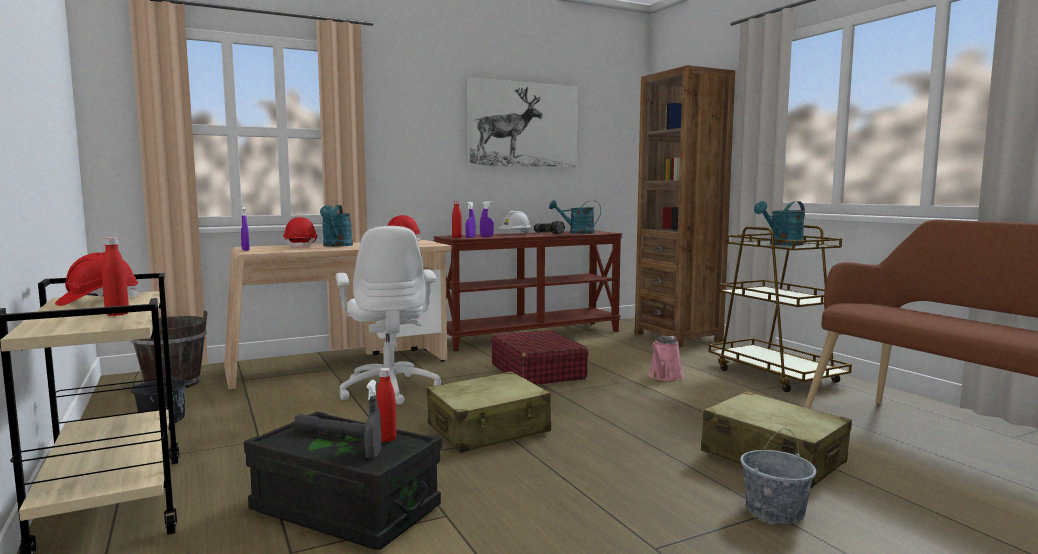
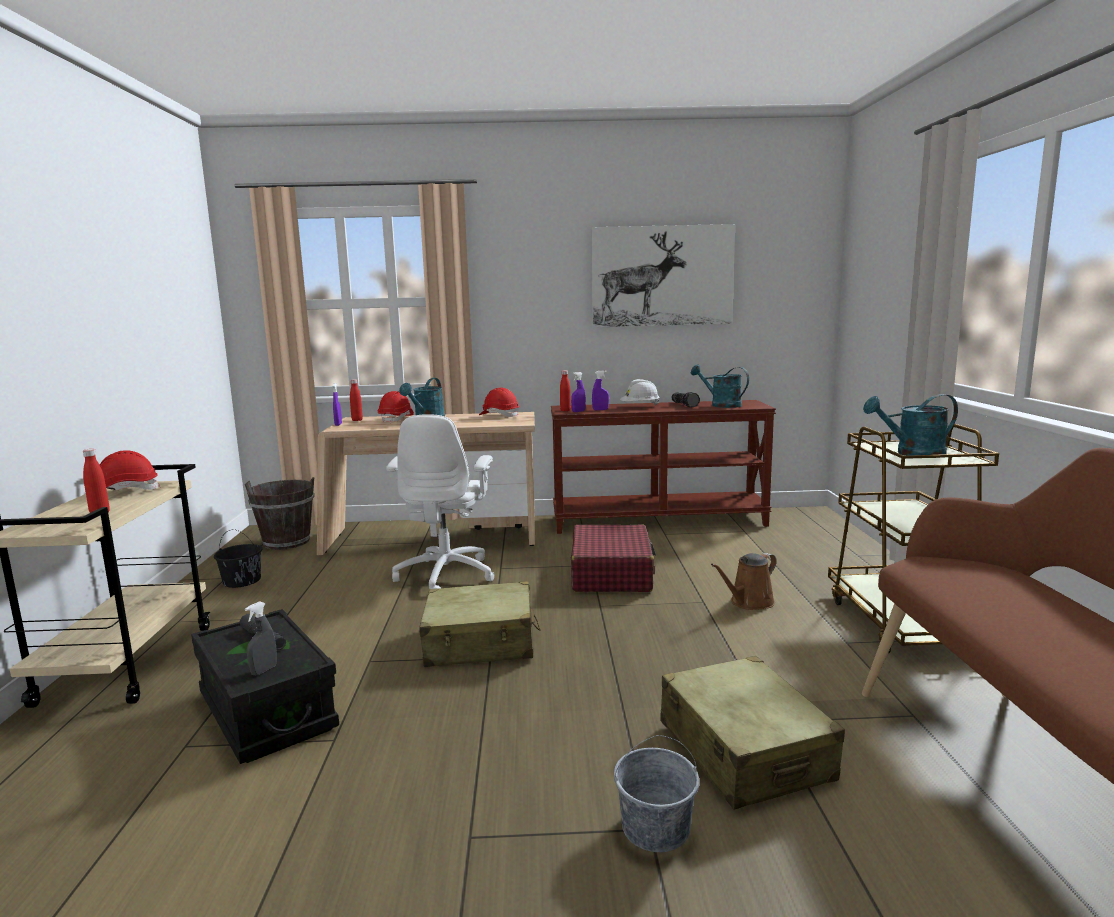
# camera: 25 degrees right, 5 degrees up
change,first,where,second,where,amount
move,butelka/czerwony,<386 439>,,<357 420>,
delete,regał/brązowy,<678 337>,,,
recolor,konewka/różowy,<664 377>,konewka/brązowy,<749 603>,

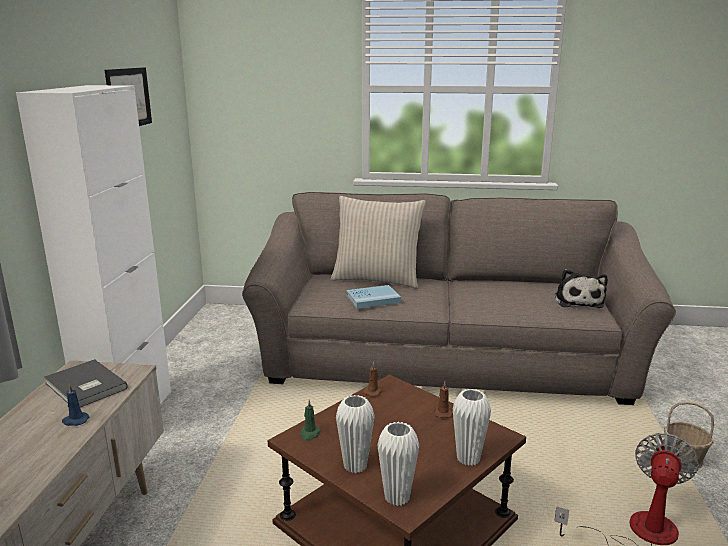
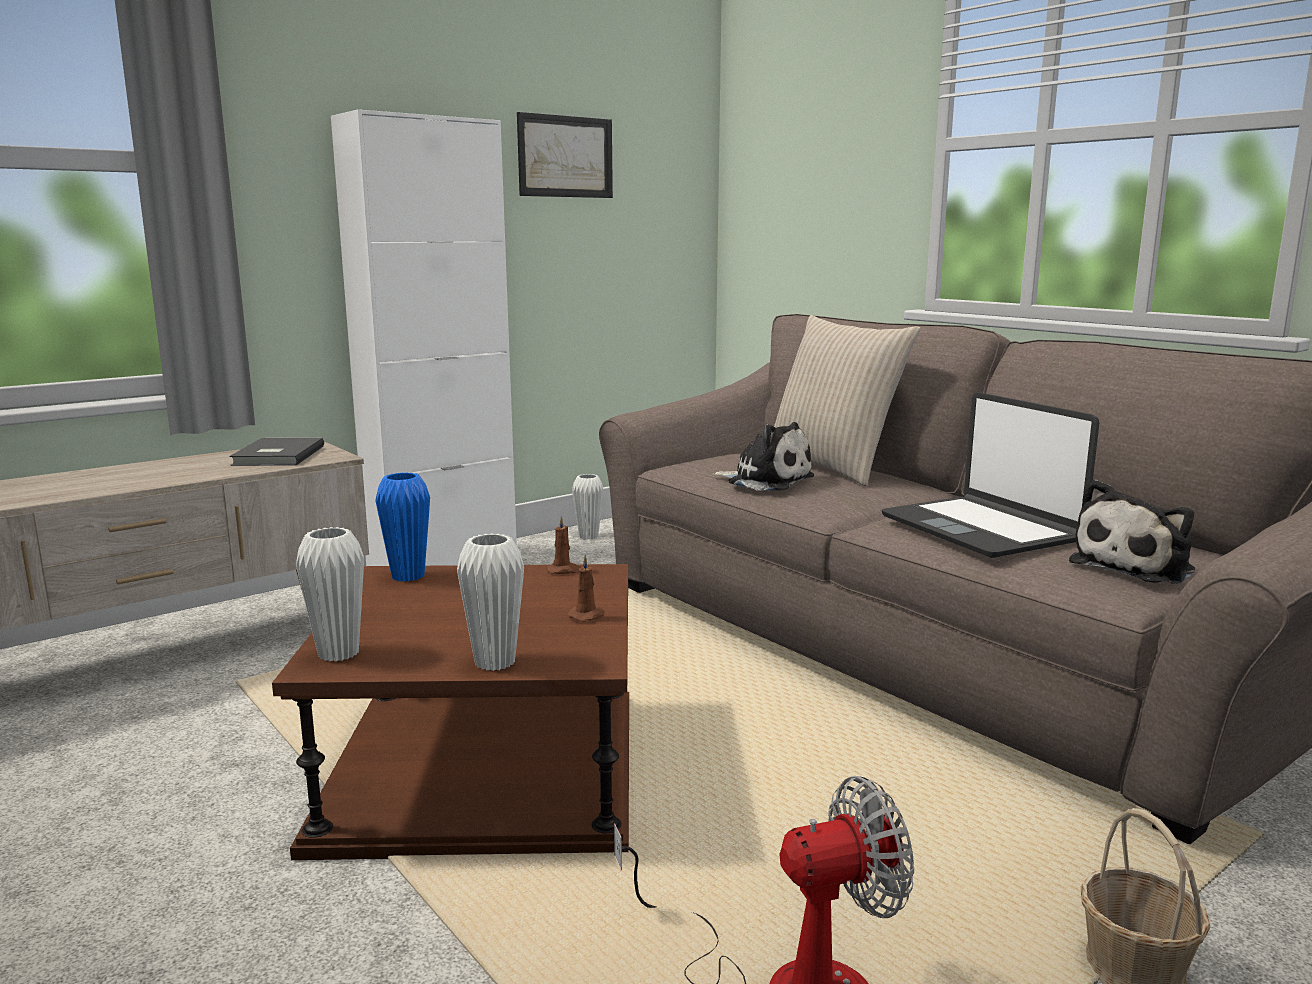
# camera: 45 degrees right, 5 degrees down
change,first,where,second,where,amount
delete,świeca/niebieski,<75 421>,,,
replace,świeca/zielony,<310 434>,wazon/niebieski,<408 576>,
move,wazon/biały,<355 466>,,<588 536>,
replace,książka/niebieski,<373 299>,pluszak,<766 480>,
insert,,,laptop,<981 529>,

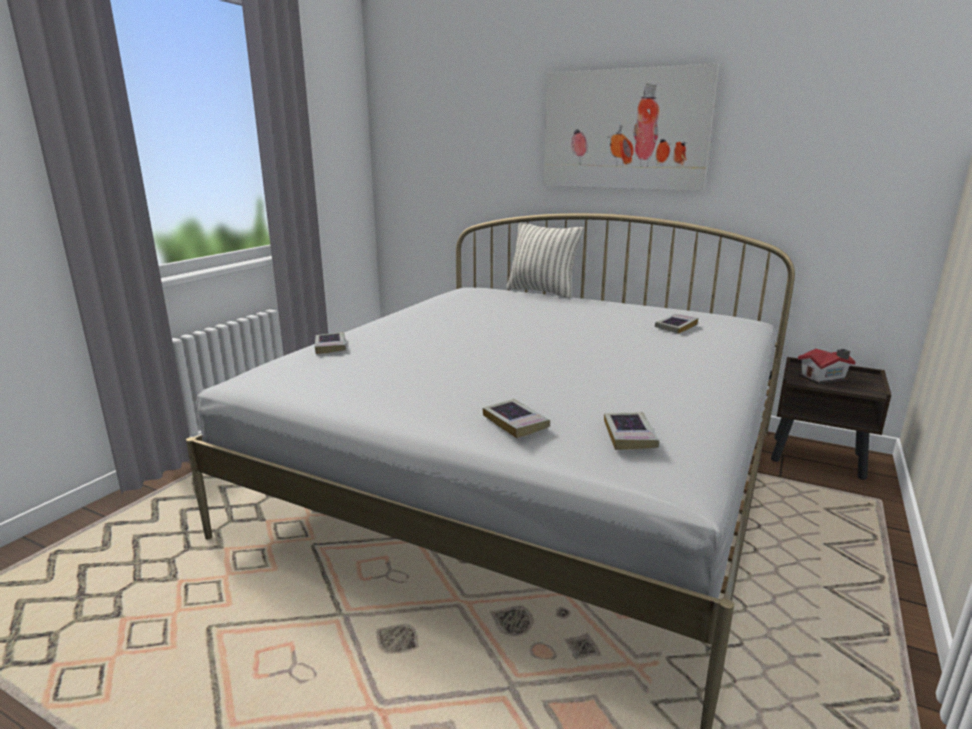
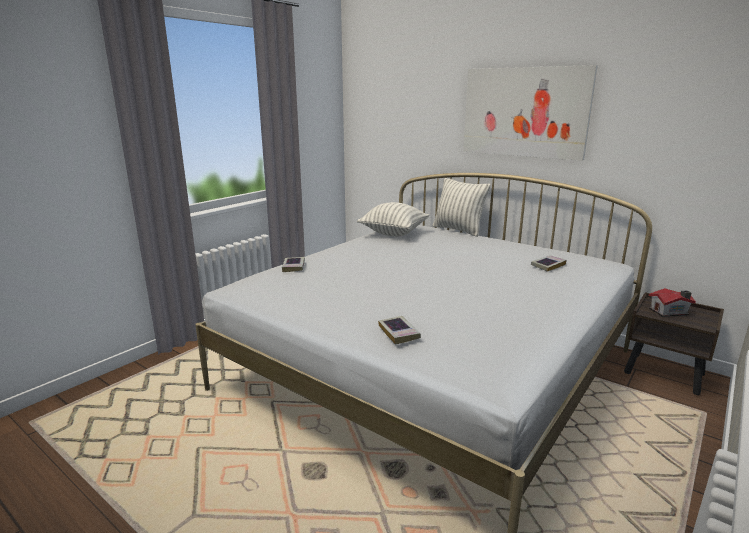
# camera: 10 degrees right, 0 degrees up
change,first,where,second,where,amount
delete,książka,<629 435>,,,
insert,,,poduszka,<394 233>,

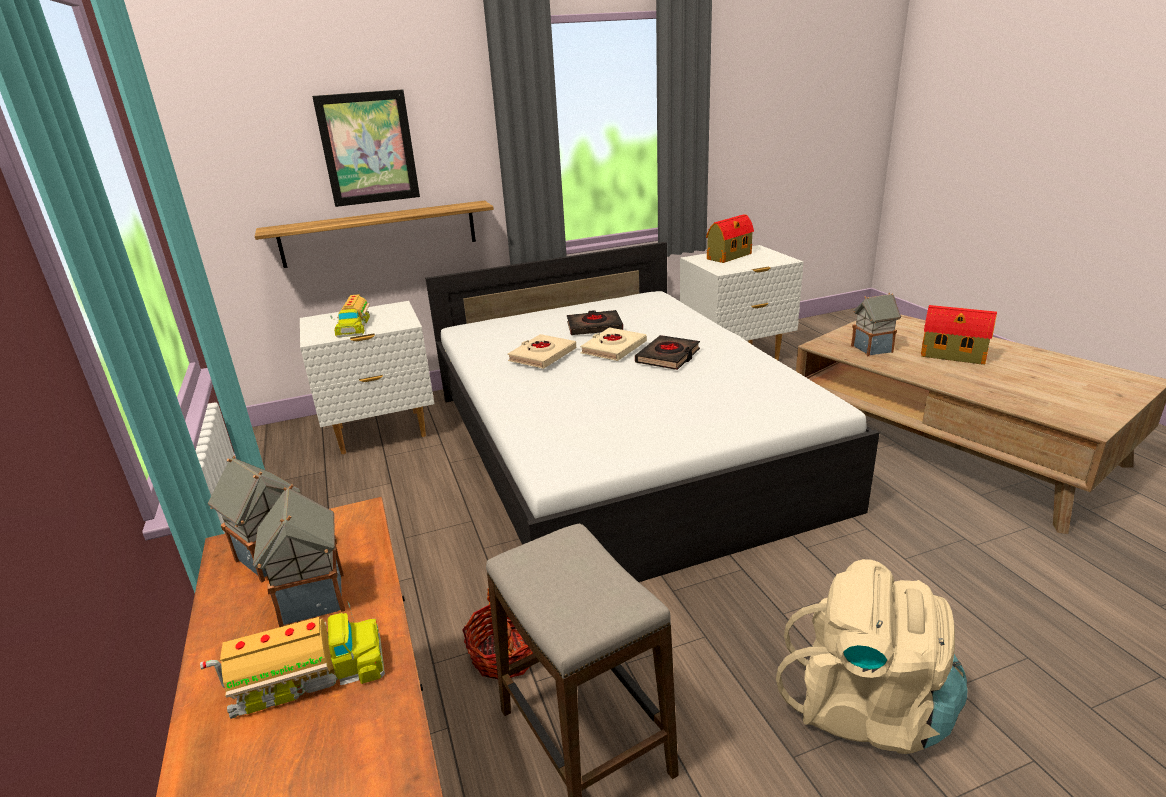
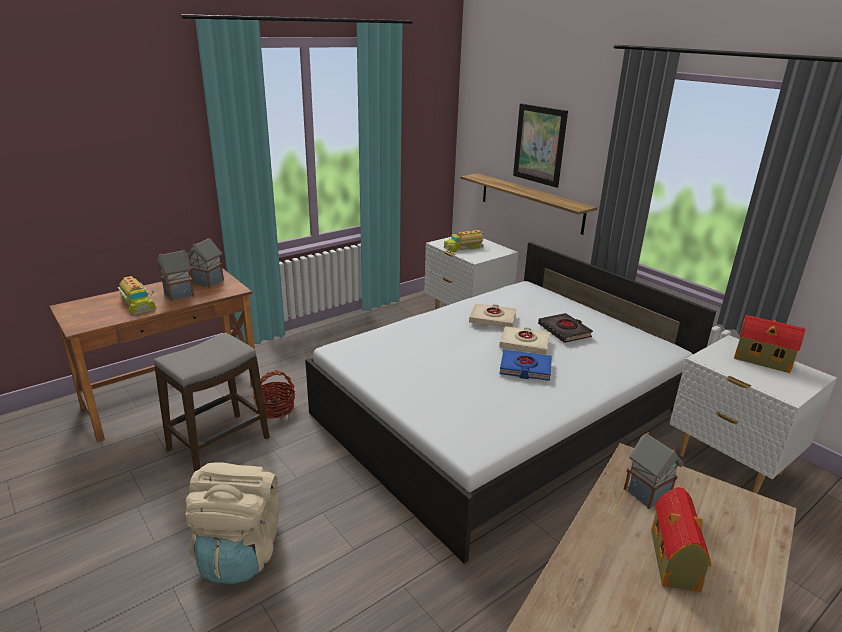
# camera: 70 degrees right, 0 degrees up
change,first,where,second,where,amount
recolor,książka/czarny,<668 357>,książka/niebieski,<525 368>,

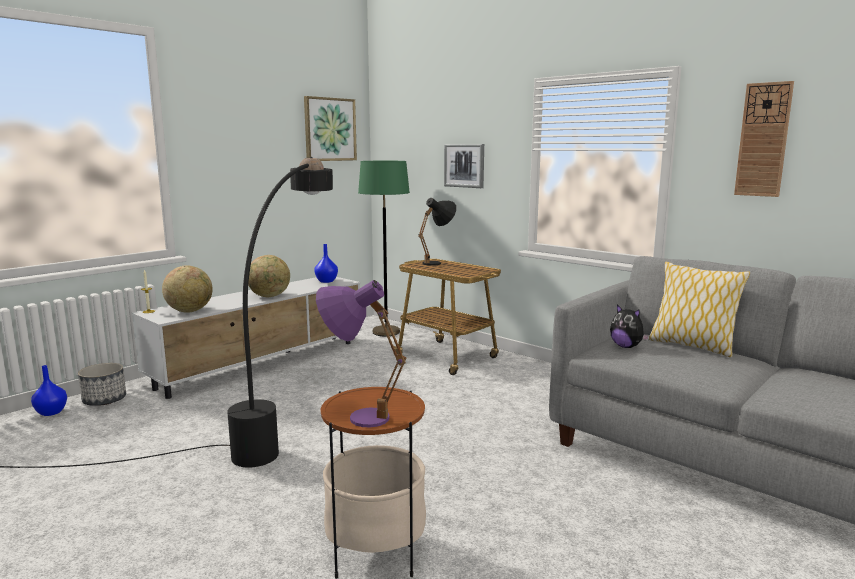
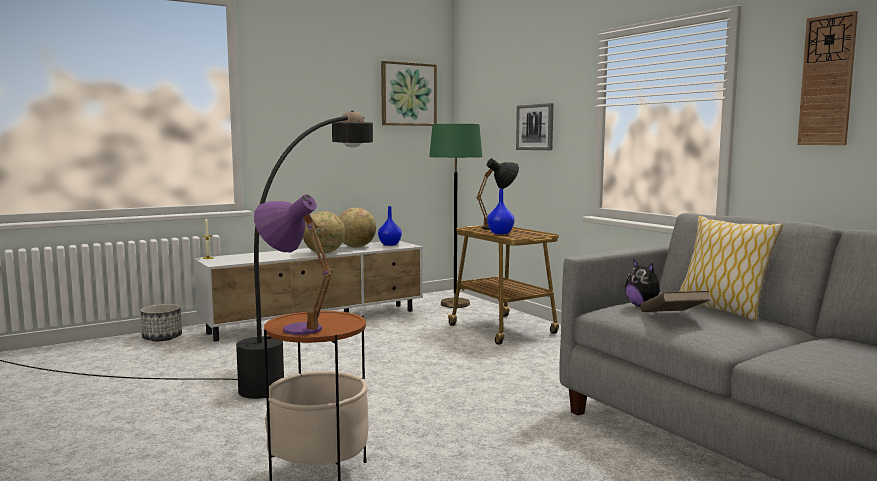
# camera: 15 degrees right, 5 degrees down
change,first,where,second,where,amount
move,wazon/niebieski,<51 412>,,<500 233>,
move,globus,<189 311>,,<356 247>,
insert,,,książka/brązowy,<672 317>,

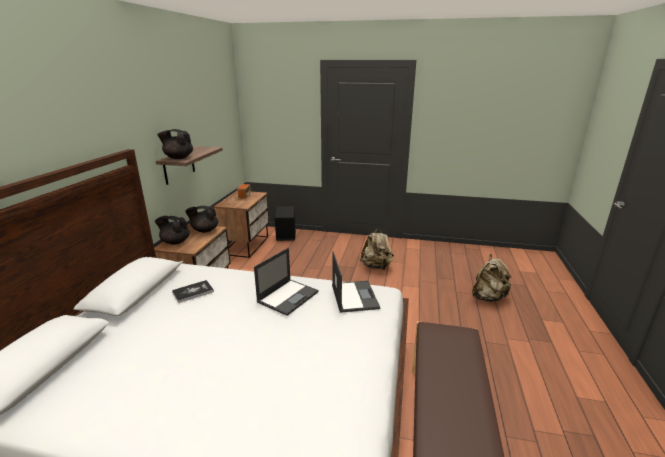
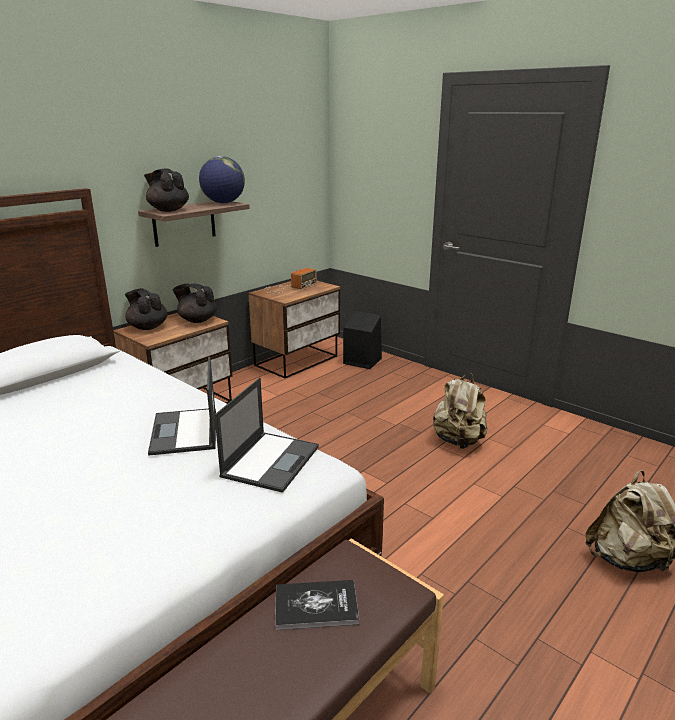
# camera: 30 degrees right, 0 degrees up
change,first,where,second,where,amount
move,książka,<193 292>,,<316 606>,
rotate,laptop,<288 296>,,<185 432>,105 degrees clockwise
insert,,,globus,<223 203>,

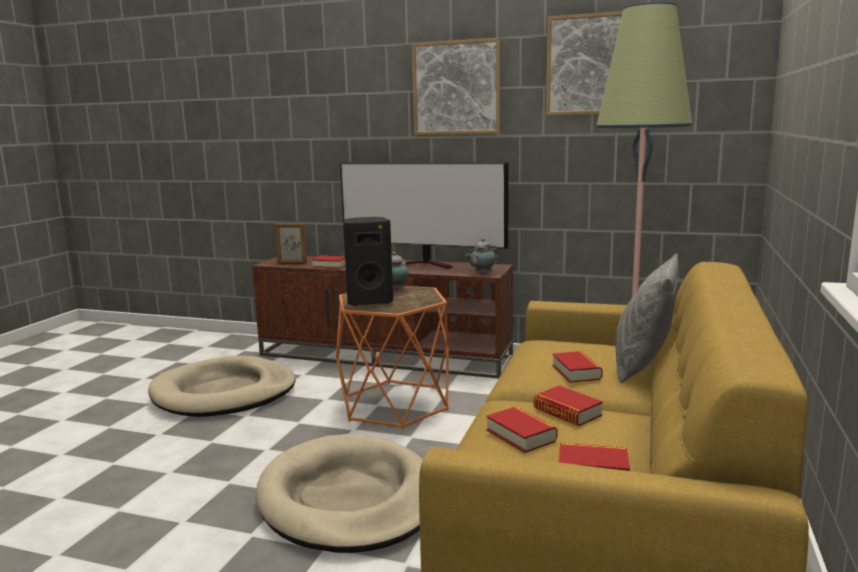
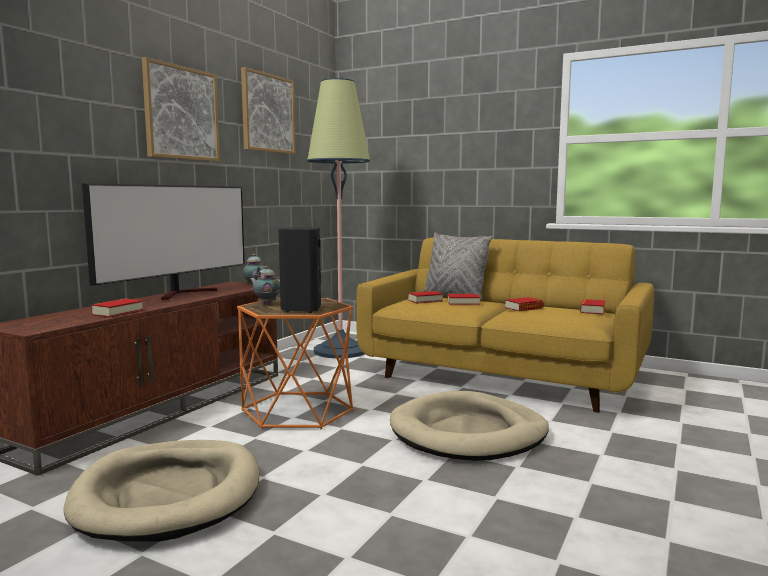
# camera: 80 degrees left, 5 degrees down
change,first,where,second,where,amount
delete,ramka na zdjęcie,<292 263>,,,
move,książka,<521 435>,,<425 300>,

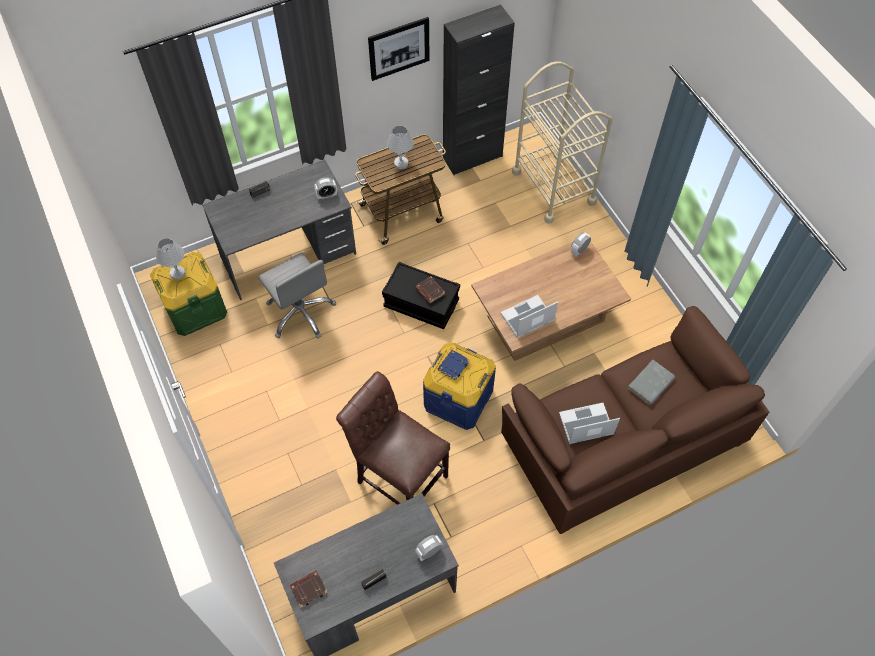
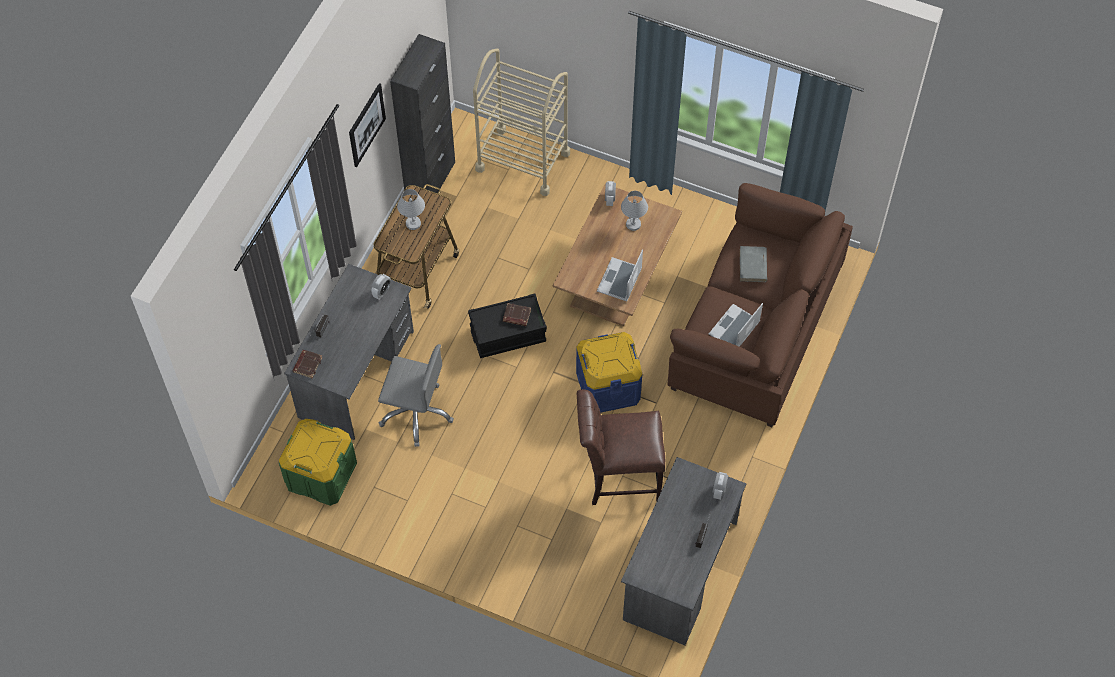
# camera: 40 degrees left, 0 degrees up
change,first,where,second,where,amount
move,lampa stołowa/biały,<177 273>,,<633 224>,
move,książka/brązowy,<309 589>,,<307 364>,
delete,książka/niebieski,<453 365>,,,

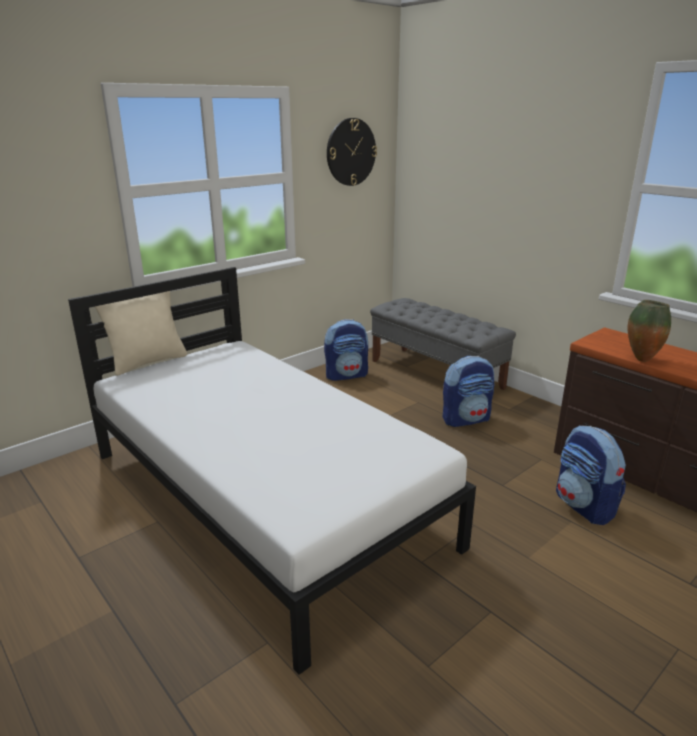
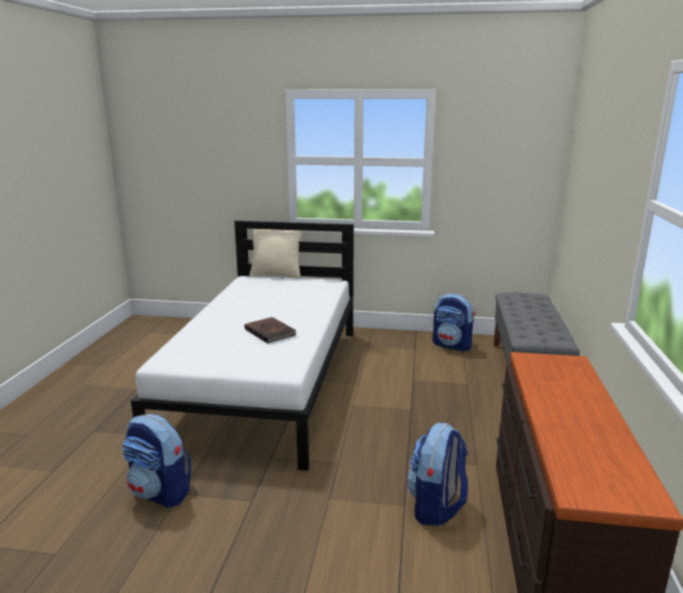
# camera: 50 degrees right, 5 degrees down
change,first,where,second,where,amount
delete,zegar ścienny,<351 152>,,,
move,plecak,<466 419>,,<161 492>,
delete,wazon,<640 359>,,,
insert,,,książka/brązowy,<270 332>,

